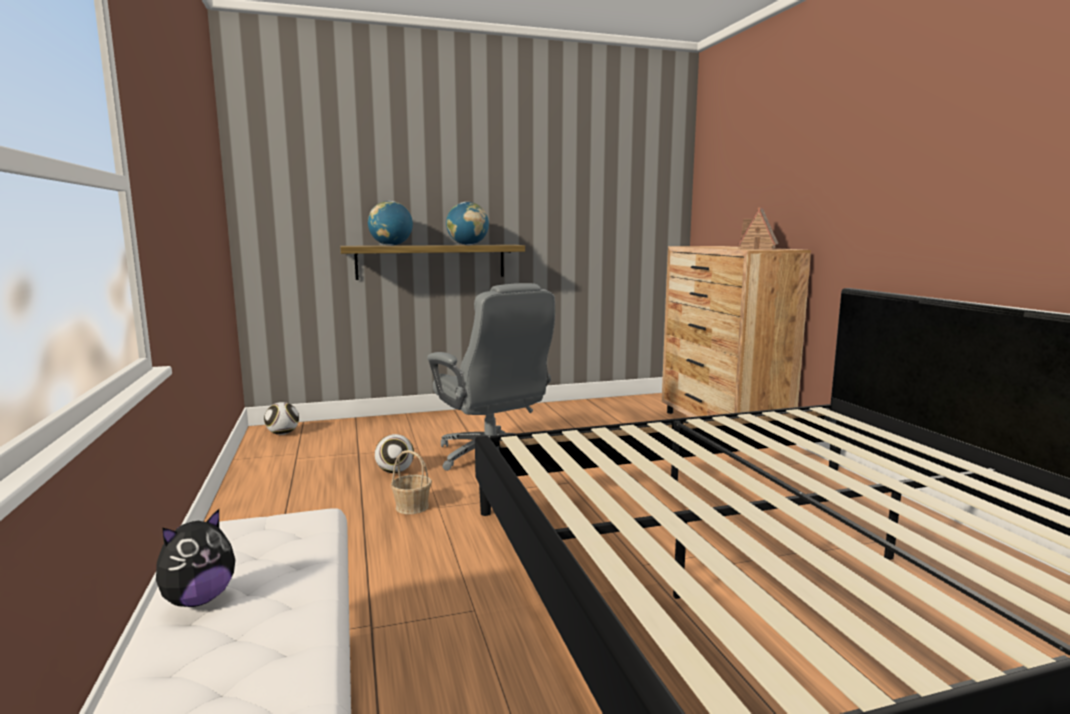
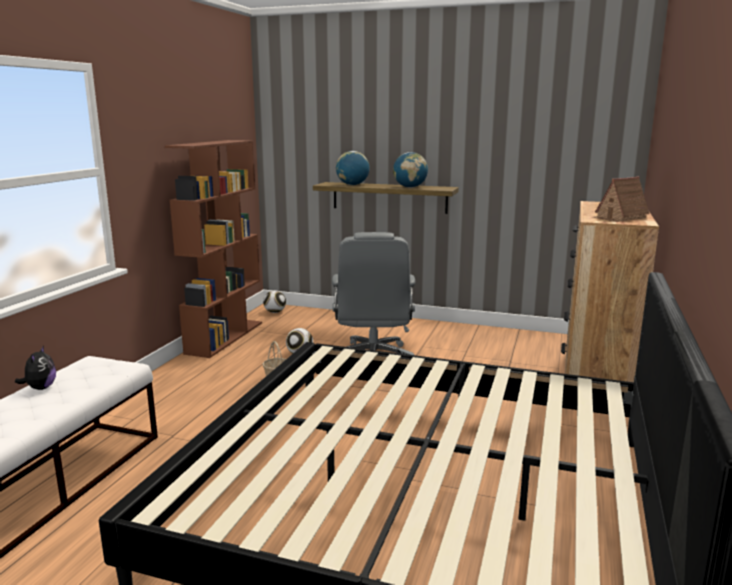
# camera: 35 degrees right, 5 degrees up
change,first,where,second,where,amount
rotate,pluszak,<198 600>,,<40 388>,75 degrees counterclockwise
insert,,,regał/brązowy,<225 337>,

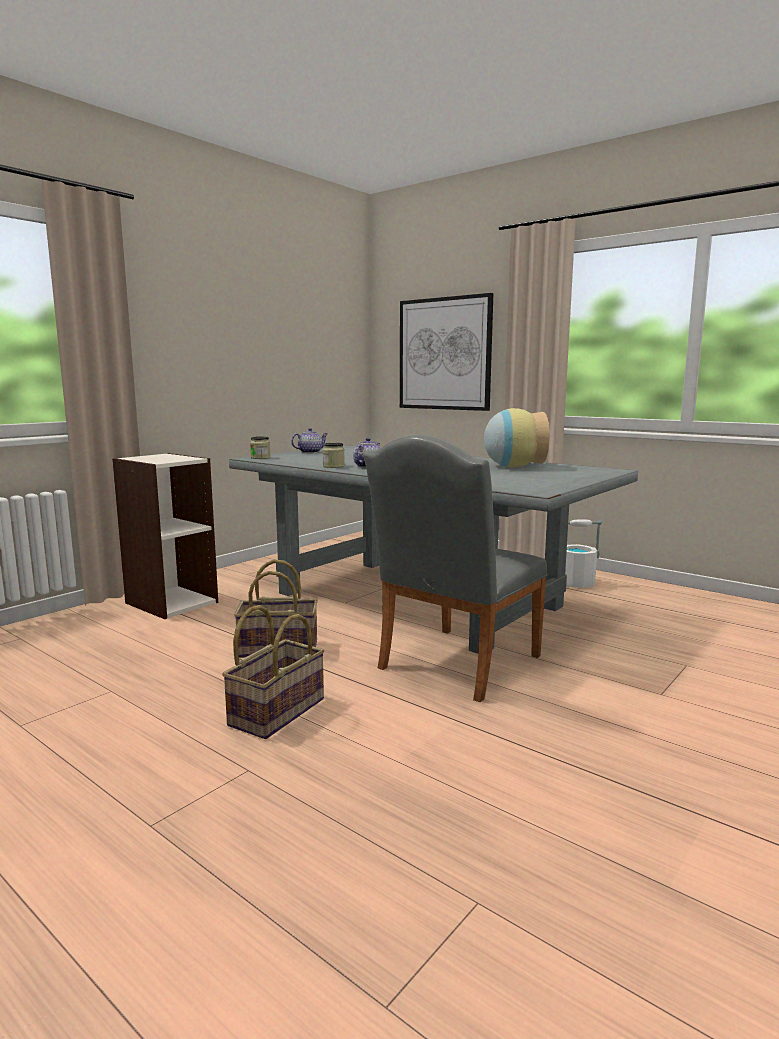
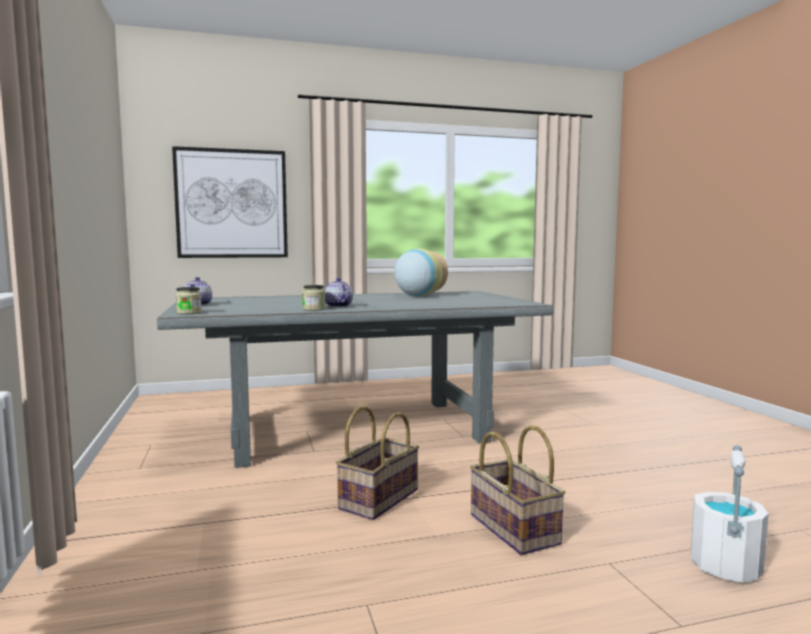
# camera: 55 degrees left, 5 degrees down
change,first,where,second,where,amount
delete,regał,<171 602>,,,
delete,krzesło/szary,<453 665>,,,
move,wiadro/biały,<575 583>,,<725 566>,

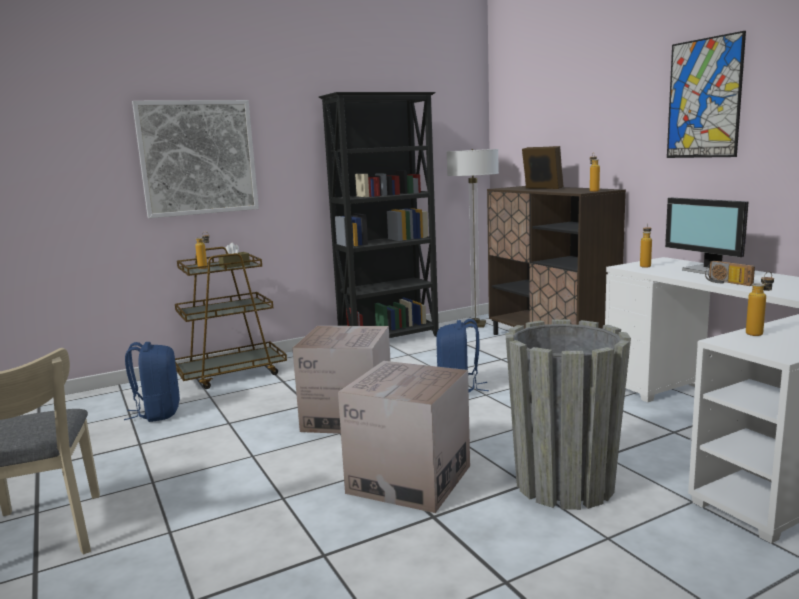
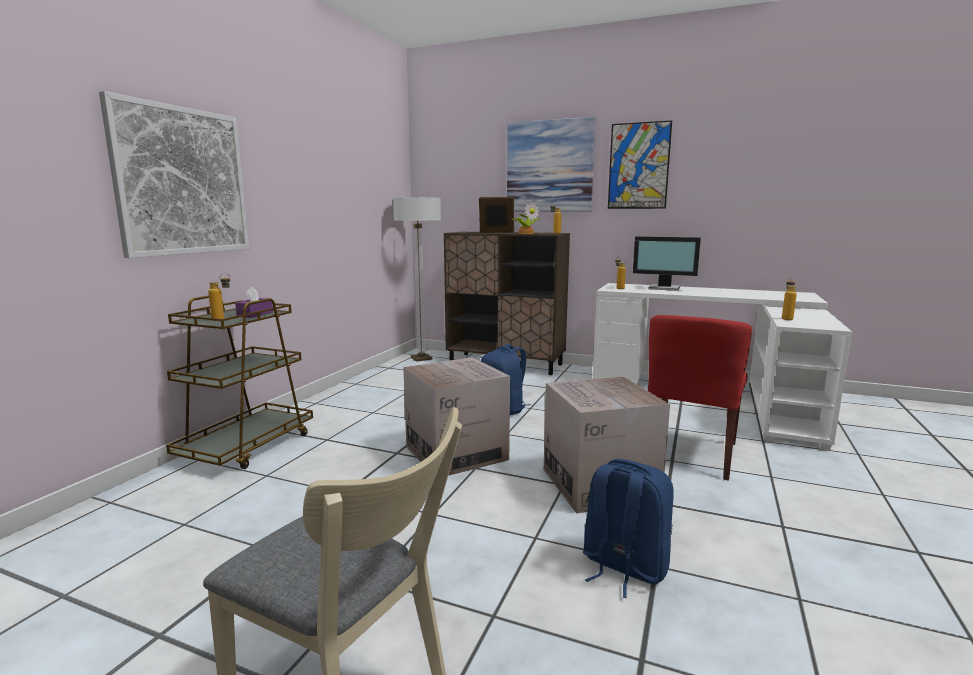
# camera: 40 degrees left, 0 degrees up
change,first,where,second,where,amount
move,plecak/niebieski,<157 413>,,<623 567>,
recolor,pudełko chusteczek/brązowy,<234 265>,pudełko chusteczek/fioletowy,<255 314>,
delete,regał/czarny,<390 340>,,,
replace,donica/szary,<564 484>,krzesło/czerwony,<690 453>,
delete,radio,<726 283>,,,
insert,,,obraz,<549 166>,
insert,,,roślina doniczkowa,<526 233>,

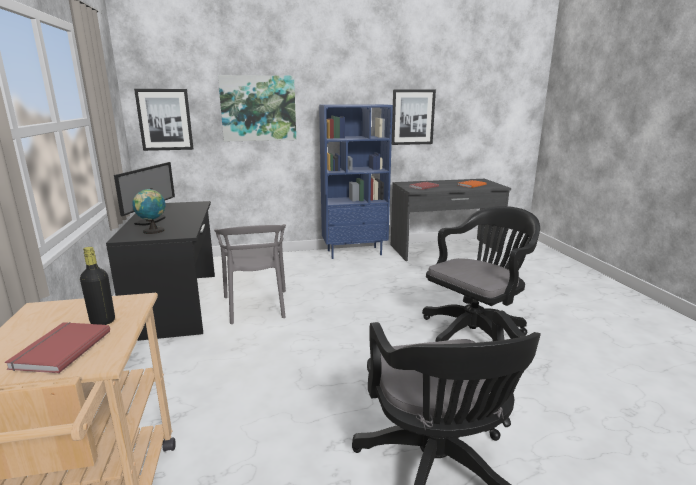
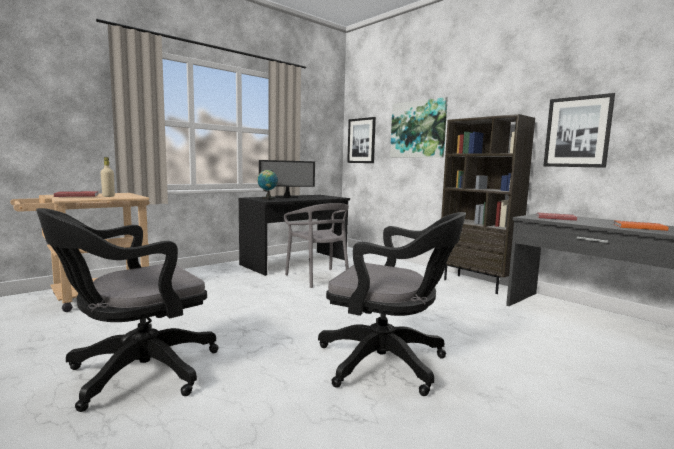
# camera: 60 degrees right, 10 degrees down
change,first,where,second,where,amount
recolor,butelka/czarny,<102 321>,butelka/beżowy,<108 196>,
rotate,krzesło/szary,<256 306>,,<318 278>,75 degrees counterclockwise
recolor,regał/niebieski,<354 252>,regał/brązowy,<477 284>,

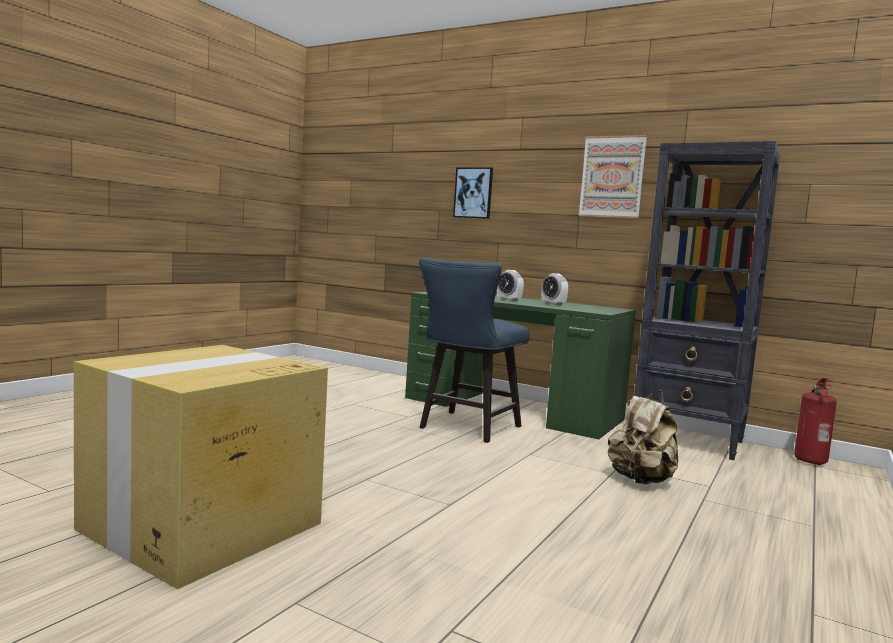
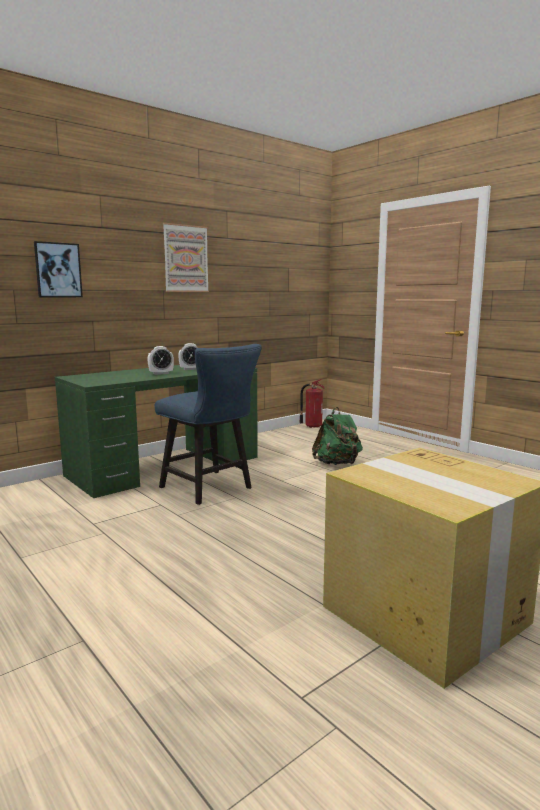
# camera: 70 degrees left, 5 degrees up
change,first,where,second,where,amount
recolor,plecak/beżowy,<641 480>,plecak/zielony,<337 464>,
delete,regał/czarny,<689 441>,,,

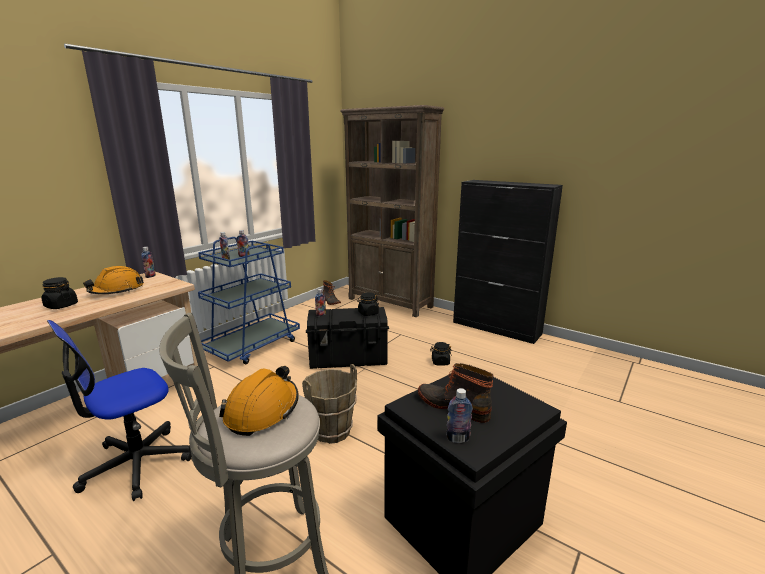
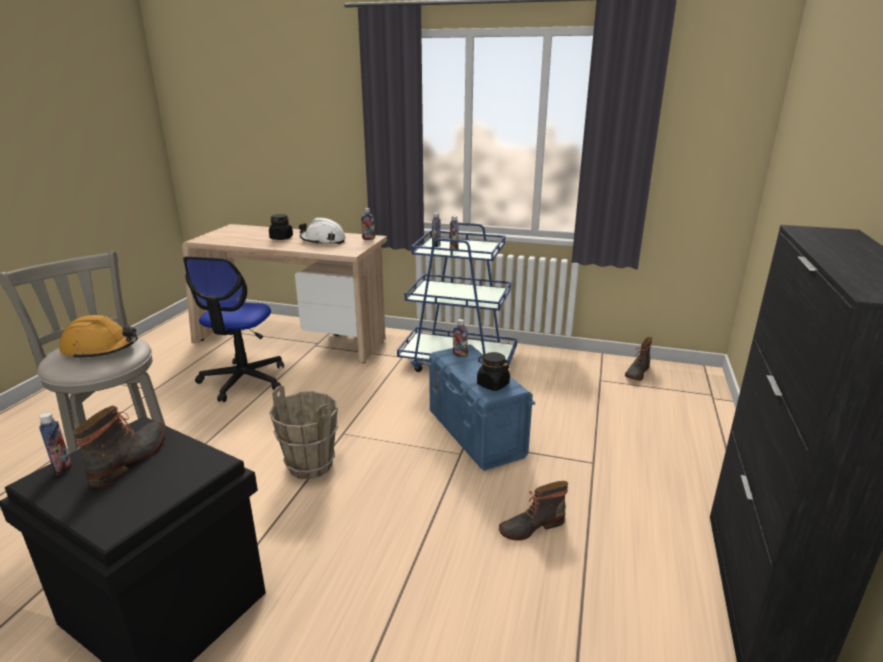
# camera: 70 degrees right, 5 degrees up
change,first,where,second,where,amount
rotate,krzesło biurowe,<136 464>,,<243 380>,105 degrees counterclockwise
recolor,kask/pomarańczowy,<117 290>,kask/biały,<323 241>,
recolor,pojemnik do przechowywania/czarny,<348 359>,pojemnik do przechowywania/niebieski,<476 434>,
delete,regał/brązowy,<390 303>,,,
replace,słoik/czarny,<440 362>,but z cholewką,<531 526>,

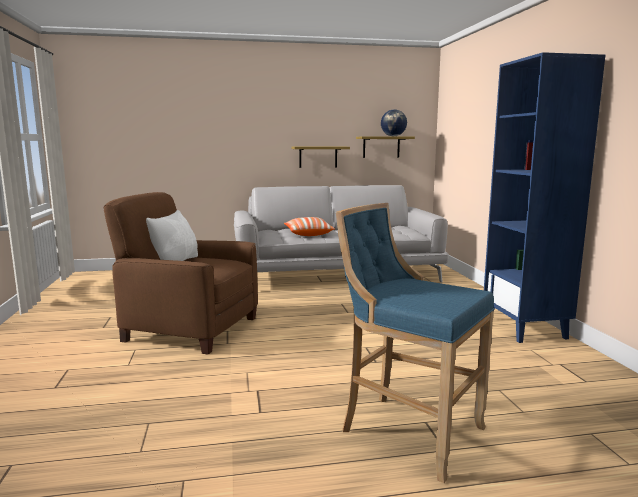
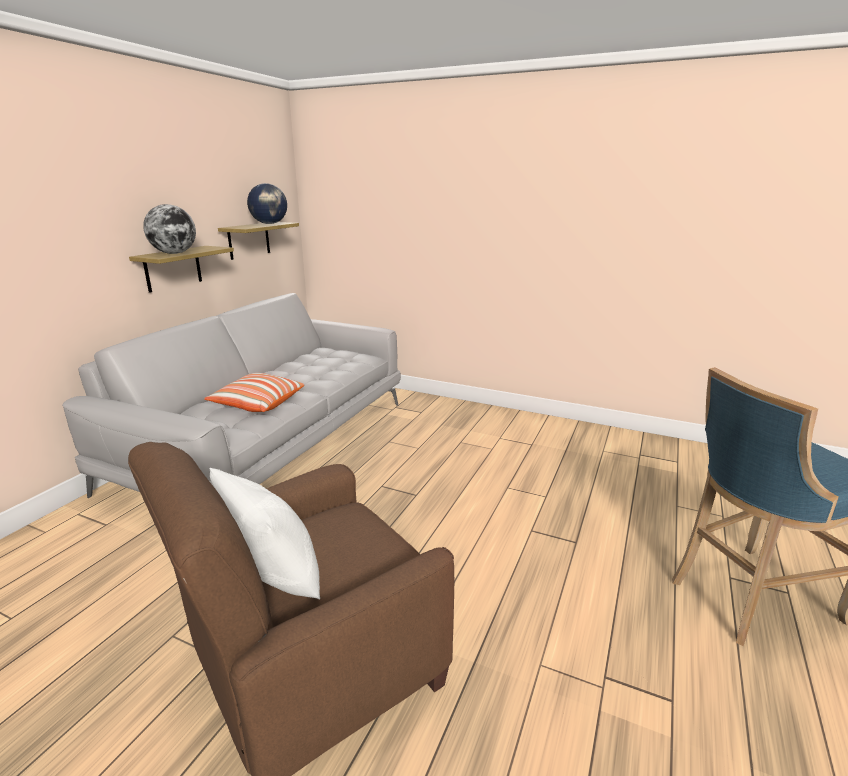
# camera: 55 degrees left, 10 degrees up
change,first,where,second,where,amount
delete,regał/niebieski,<525 329>,,,
insert,,,globus,<174 253>,

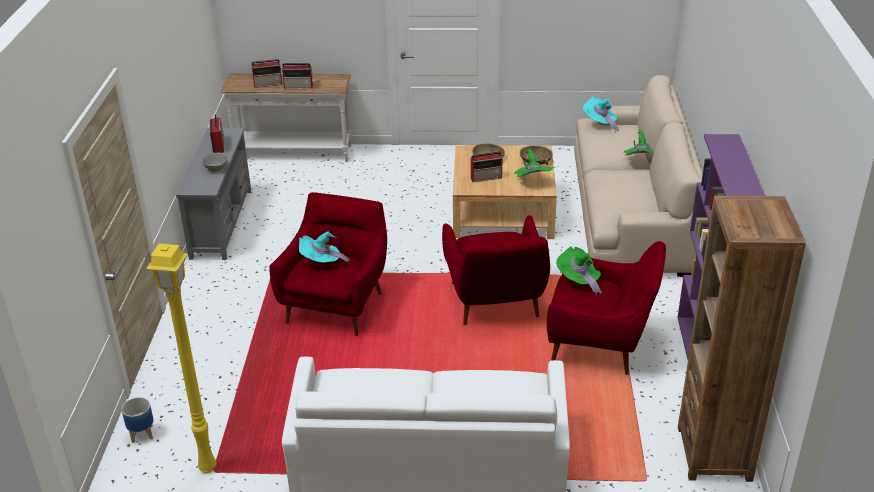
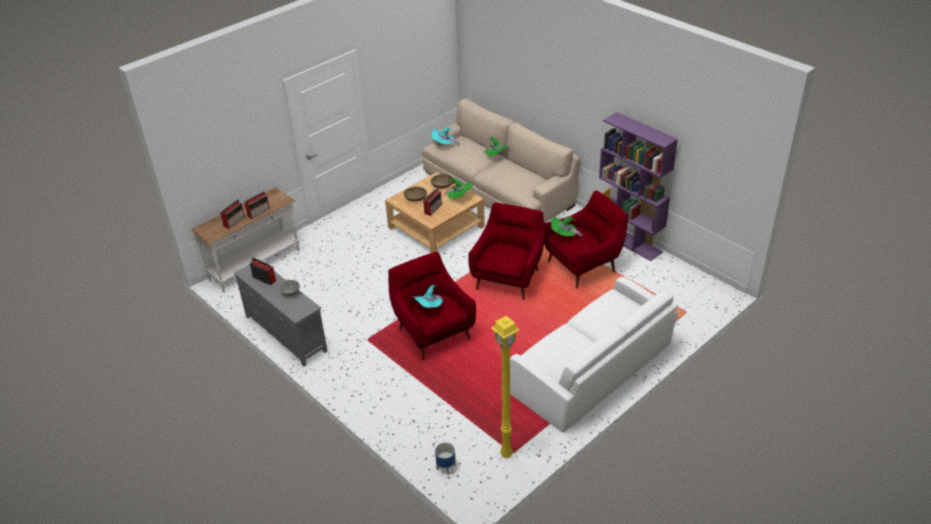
# camera: 45 degrees left, 5 degrees up
change,first,where,second,where,amount
rotate,fotel/czerwony,<495 303>,,<508 277>,105 degrees counterclockwise
delete,regał/brązowy,<714 453>,,,

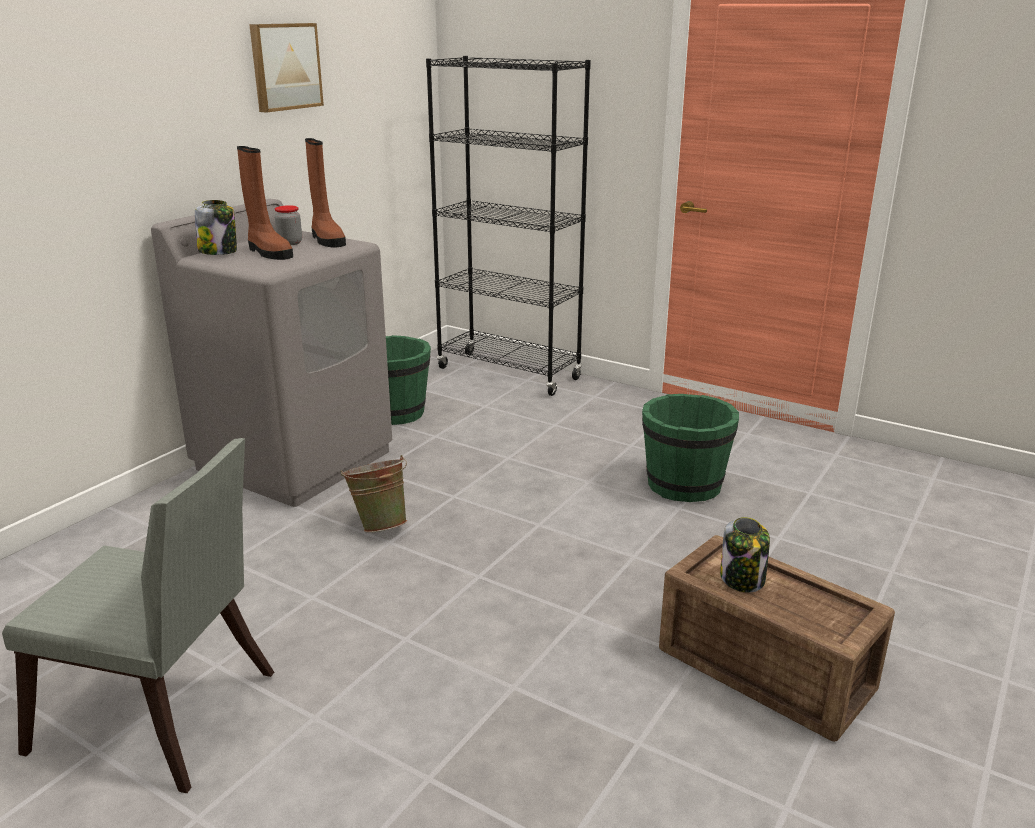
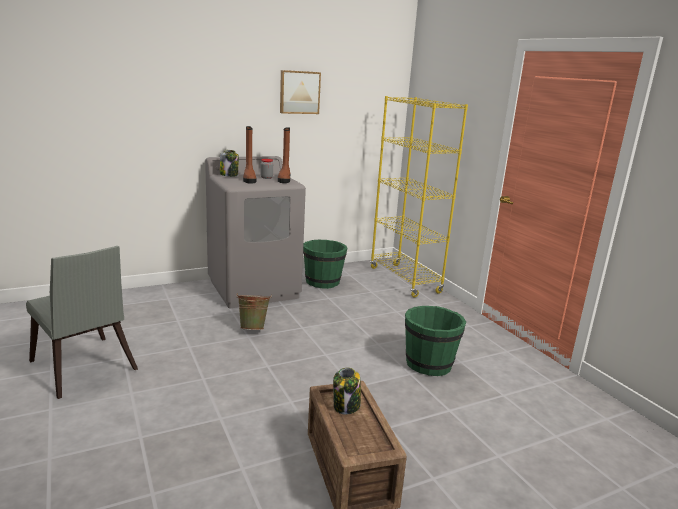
# camera: 30 degrees right, 5 degrees down
change,first,where,second,where,amount
recolor,regał/czarny,<509 373>,regał/żółty,<404 280>,

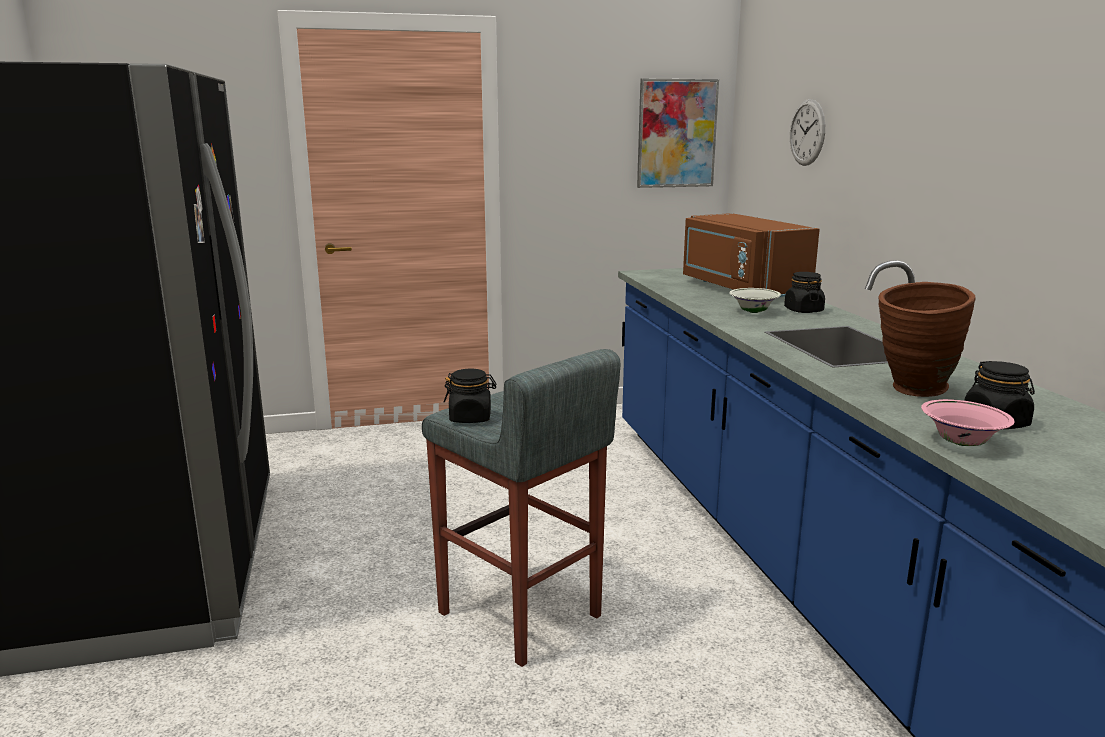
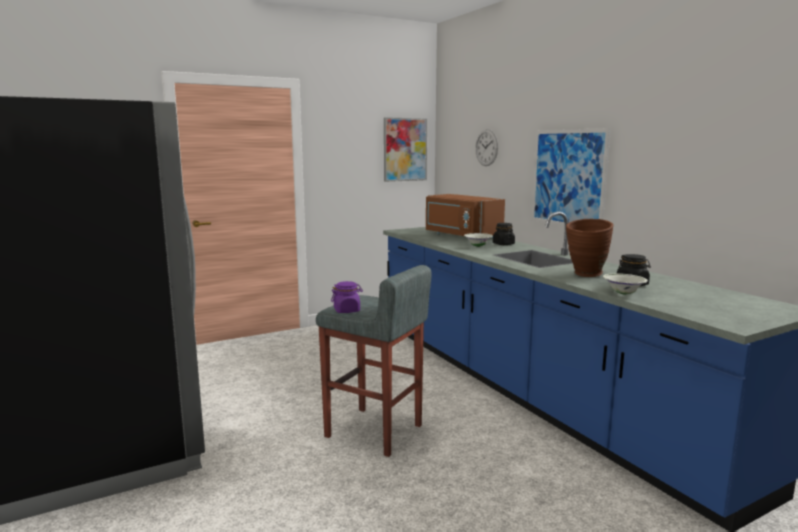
# camera: 15 degrees left, 5 degrees down
change,first,where,second,where,amount
recolor,słoik/czarny,<470 418>,słoik/fioletowy,<347 310>,
recolor,miska/różowy,<961 443>,miska/biały,<623 293>,
insert,,,obraz,<568 178>,

